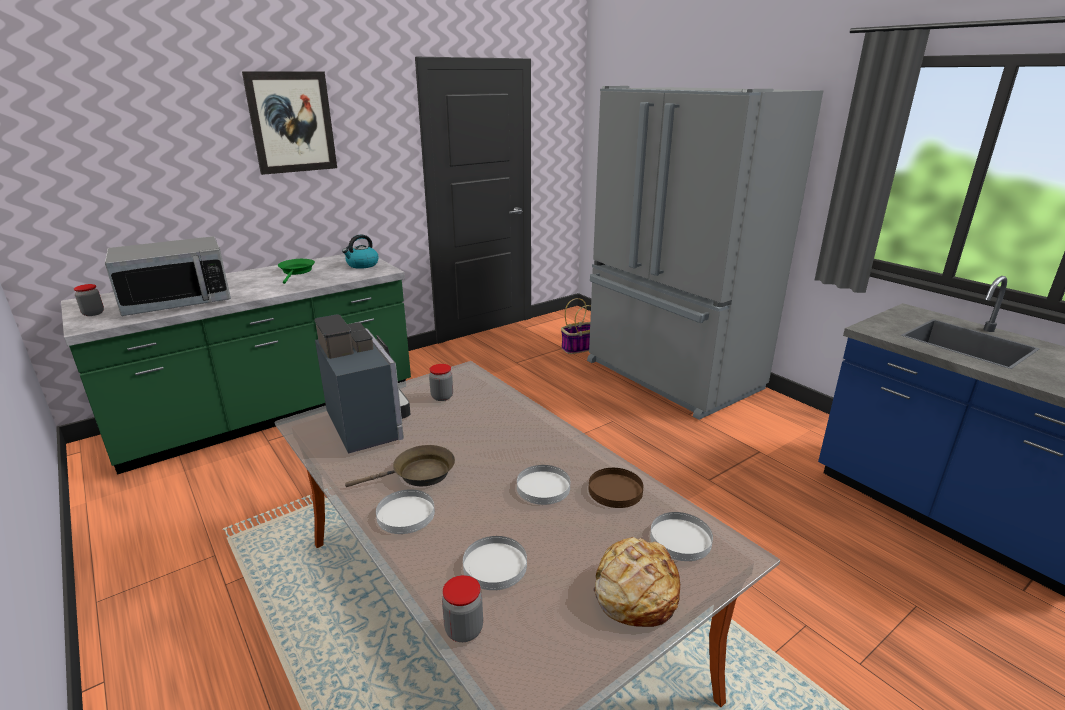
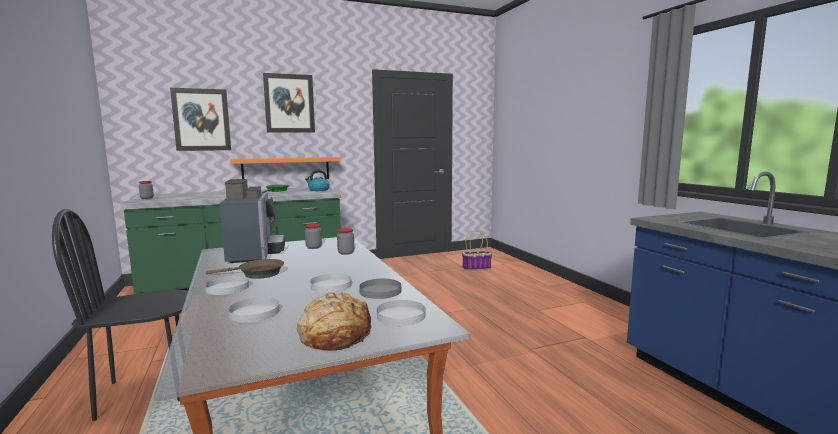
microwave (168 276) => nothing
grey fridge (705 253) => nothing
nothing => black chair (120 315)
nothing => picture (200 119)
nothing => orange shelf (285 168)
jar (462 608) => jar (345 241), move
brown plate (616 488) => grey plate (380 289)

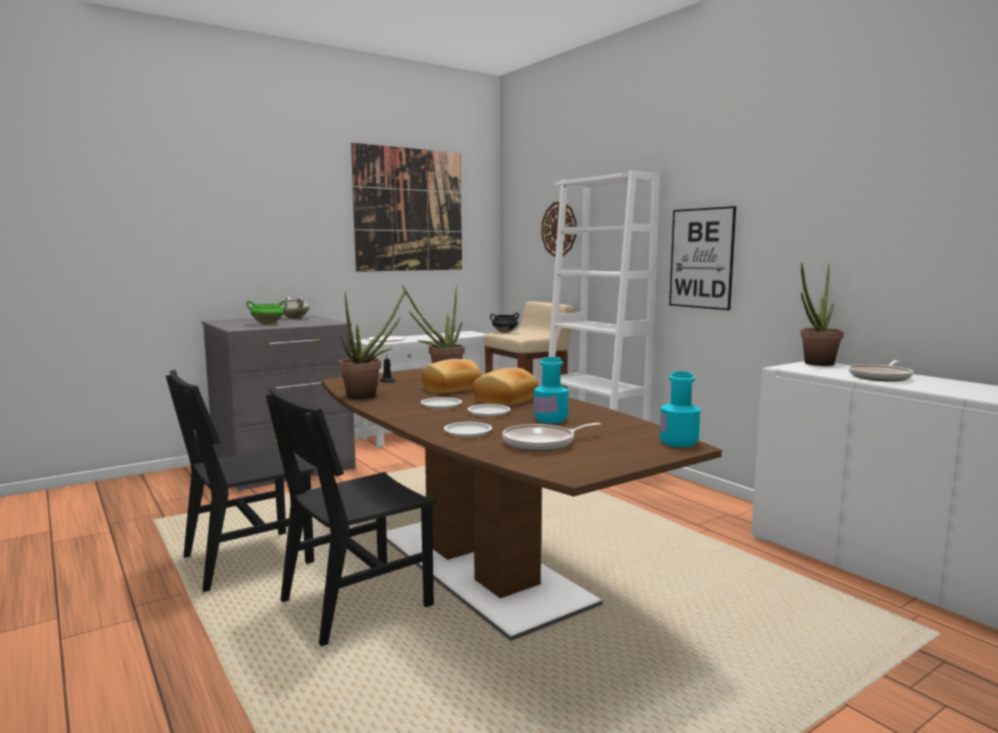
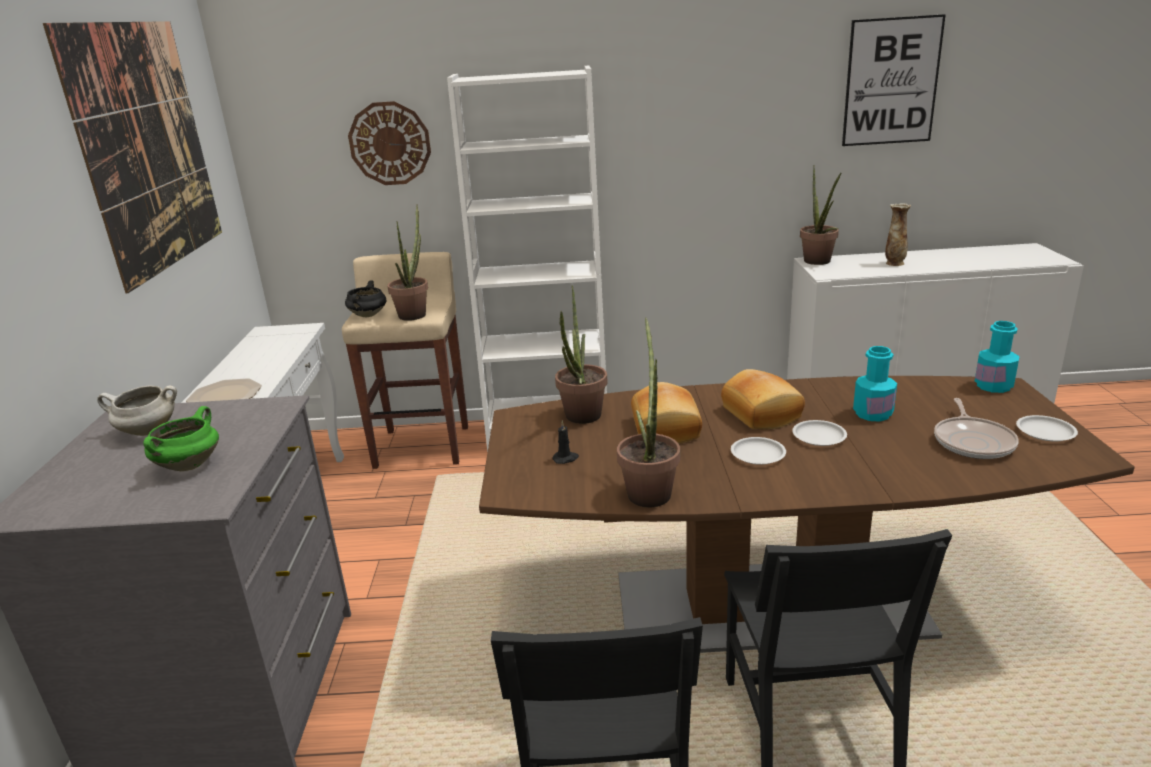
nothing => potted plant (407 263)
white plate (468 429) => white plate (1047 428), move
picture (702 258) => picture (894 80), move
frying pan (881 371) => vase (898 234)

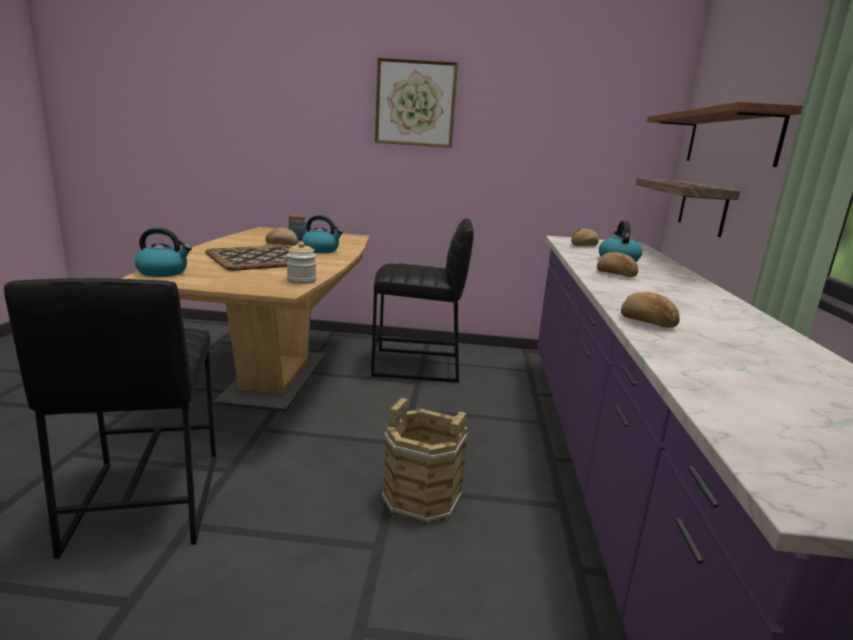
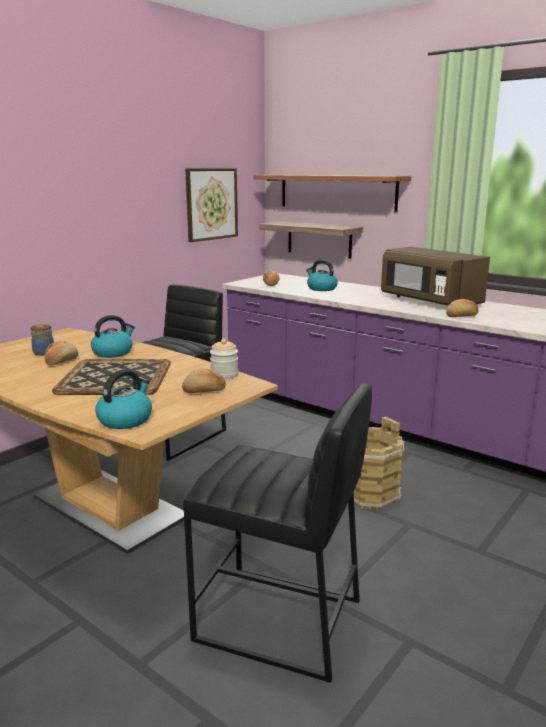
nothing => brown microwave (435 276)
picture (416 103) => picture (211 205), move
bread (617 264) => bread (204 381), move

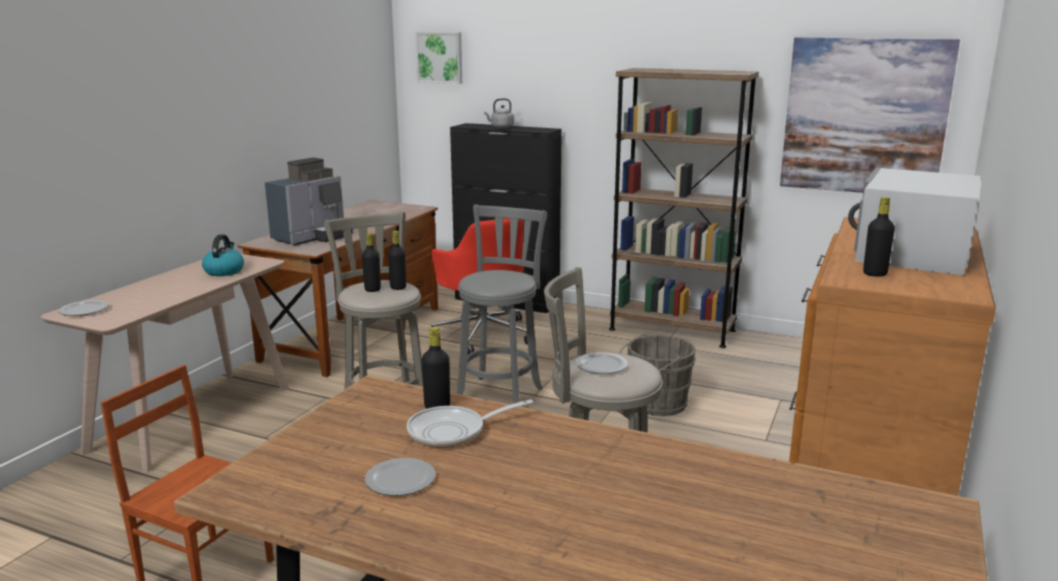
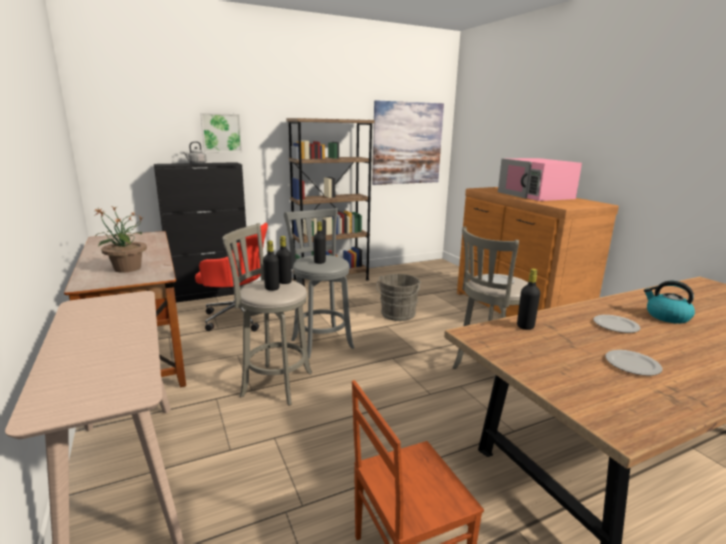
frying pan (470 423) => nothing
plate (84 308) => plate (617 324), move
kettle (223 255) => kettle (669 302), move
picture (439 58) => picture (221 132), move
black bottle (879 236) => black bottle (319 243), move
coffee machine (309 201) => potted plant (121 239)
white microwave (915 221) => pink microwave (540 179)

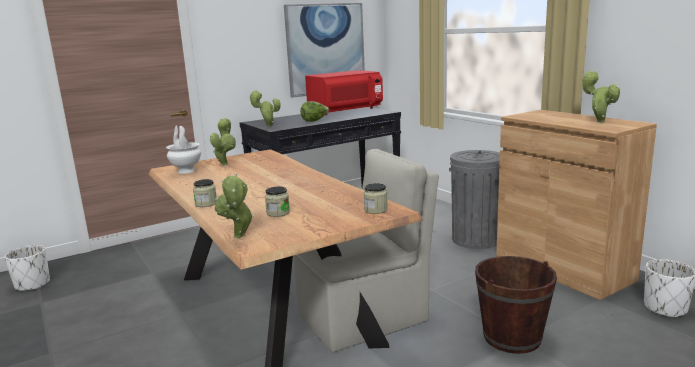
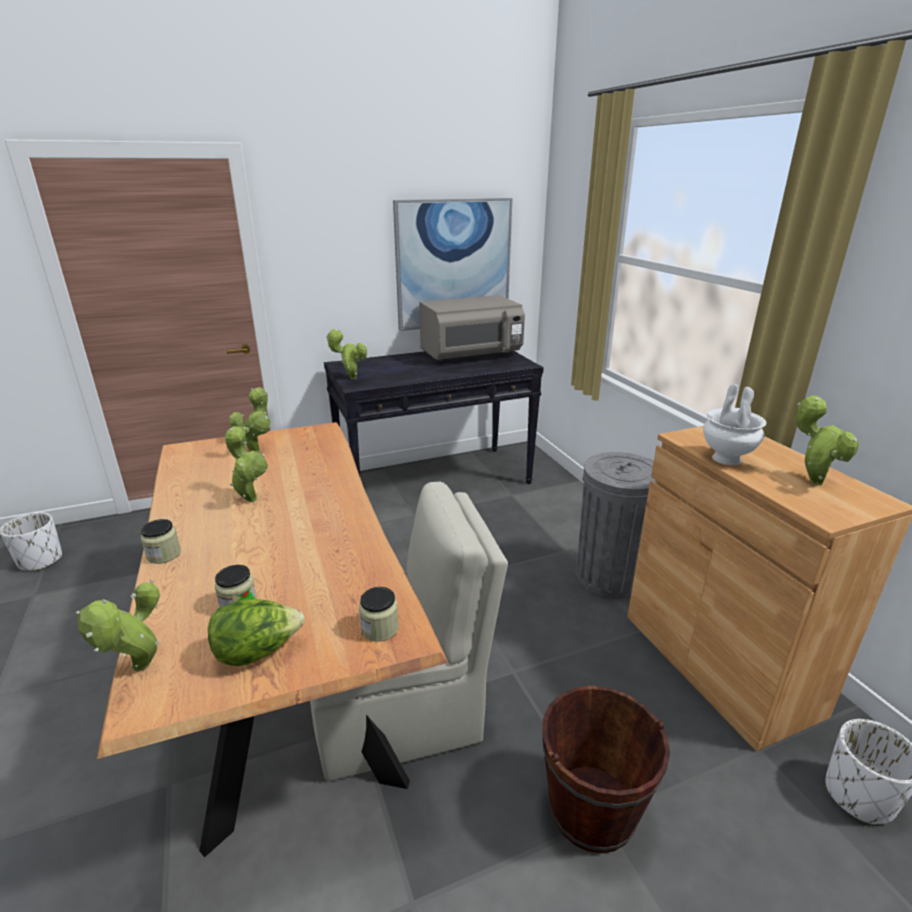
nothing => potted plant (246 464)
white vase (183 149) => white vase (735 424), move
lettuce (314 111) => lettuce (256 632), move
red microwave (344 92) => grey microwave (472 328)

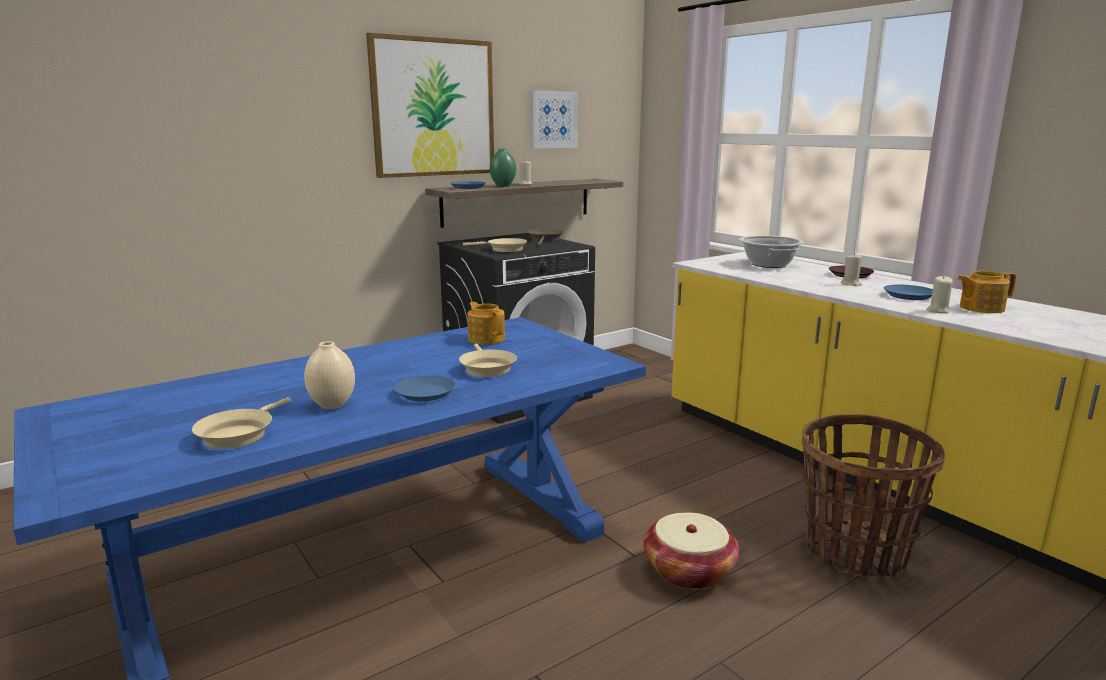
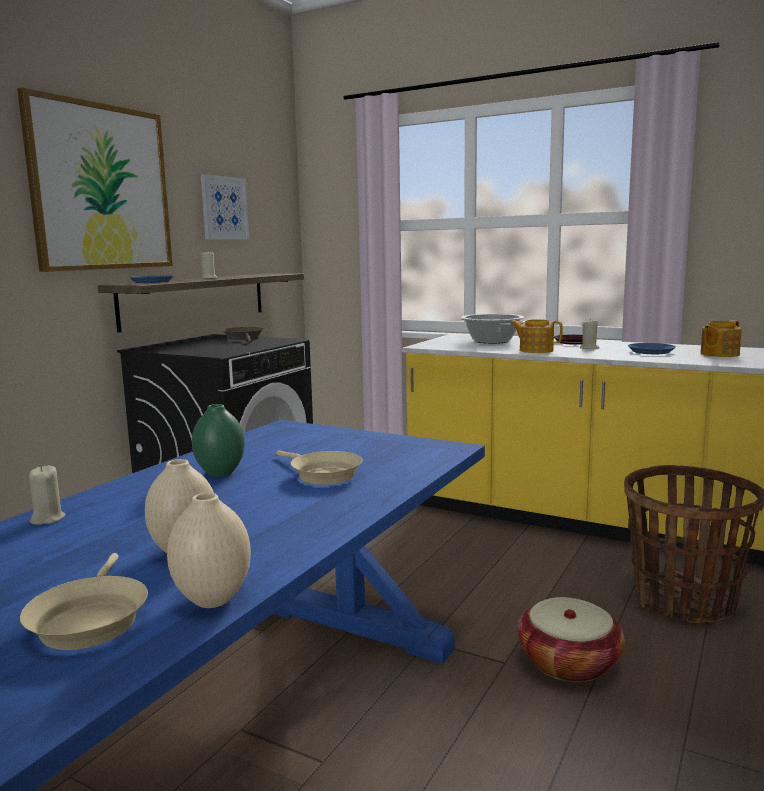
blue plate (425 388) => nothing
beige frying pan (495 245) => nothing
nothing => beige vase (209 550)
teapot (486 323) => teapot (536 336), move
green vase (503 167) => green vase (218 440), move
beige candle (940 294) => beige candle (47 495), move

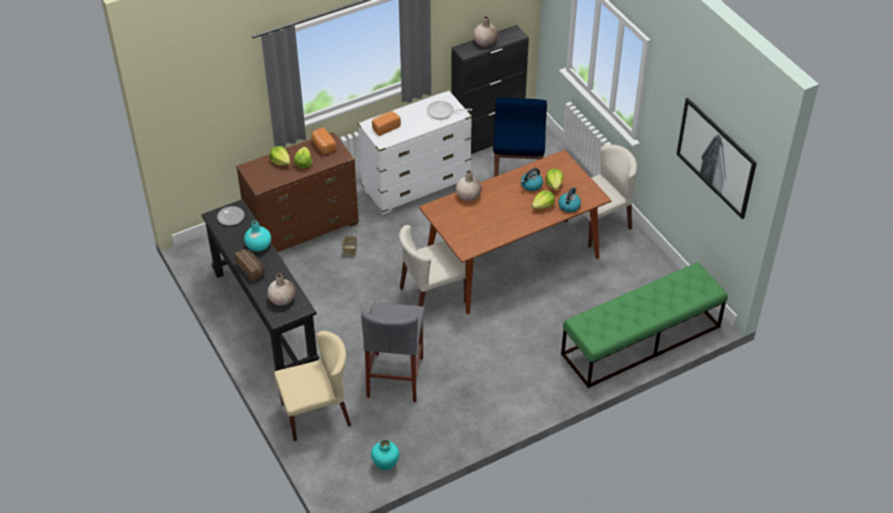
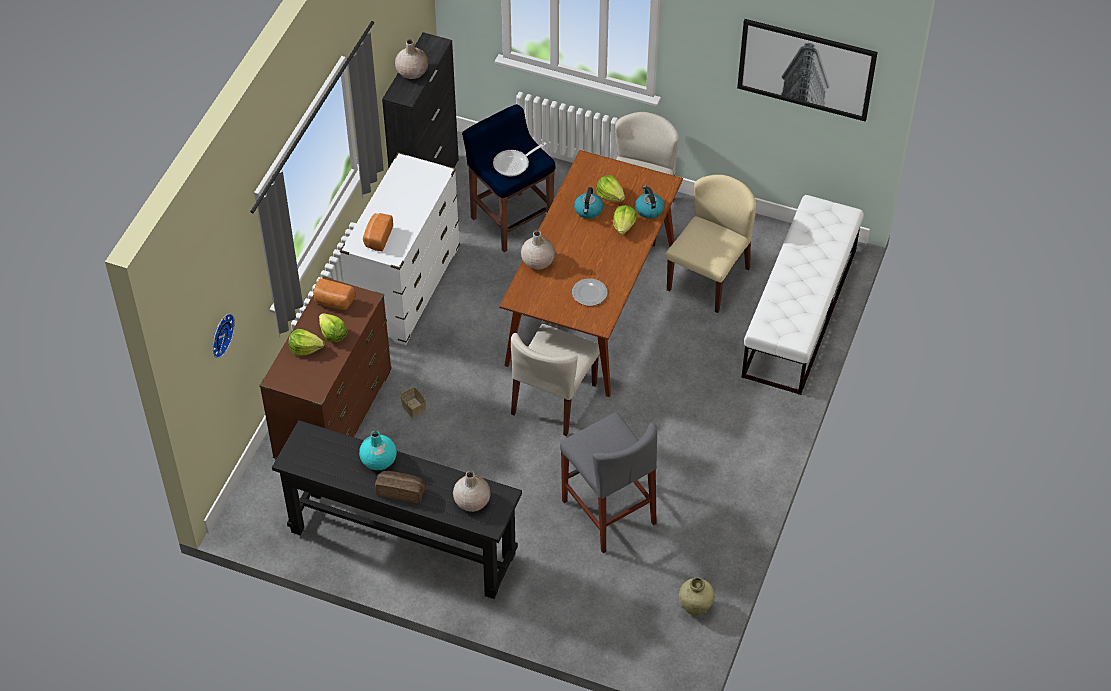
nothing => wall clock (224 335)
plate (230 216) => plate (589 292), move
beige chair (312 386) => beige chair (710 243), move
frying pan (449 110) => frying pan (520 159), move
turquoise vase (385 455) => beige vase (697 597)
green bench (644 325) => white bench (802 295)

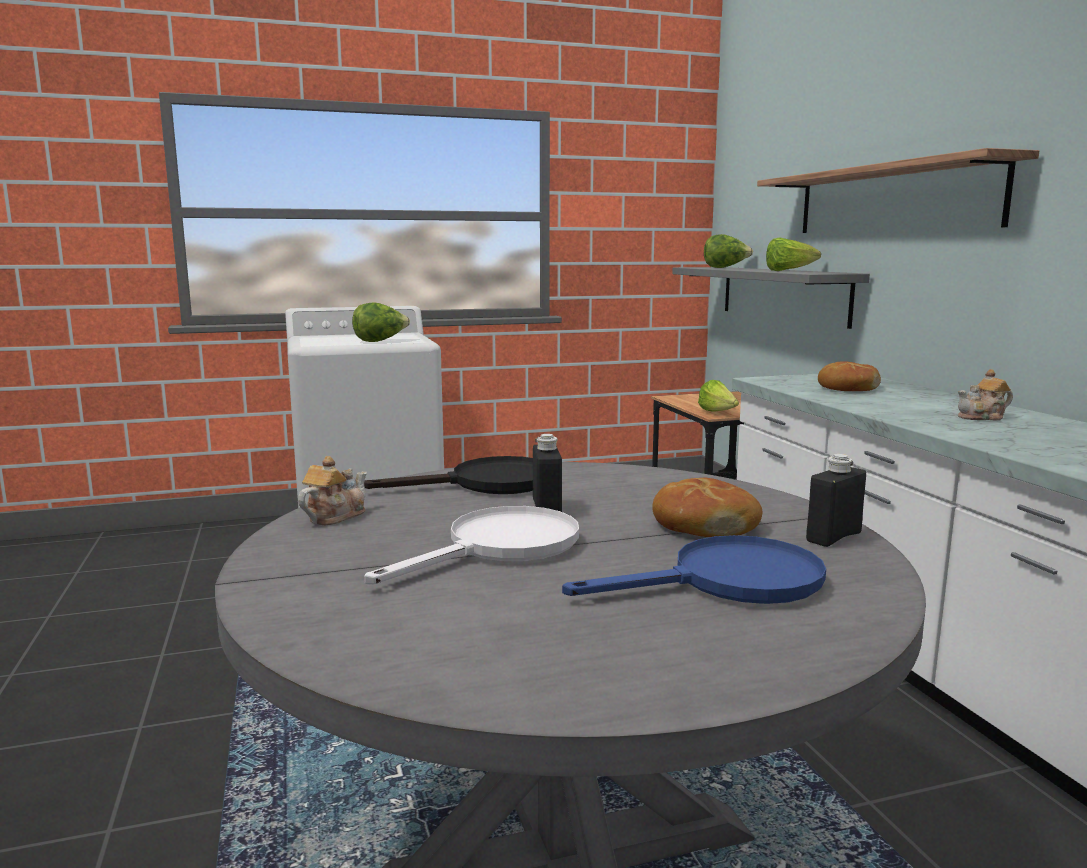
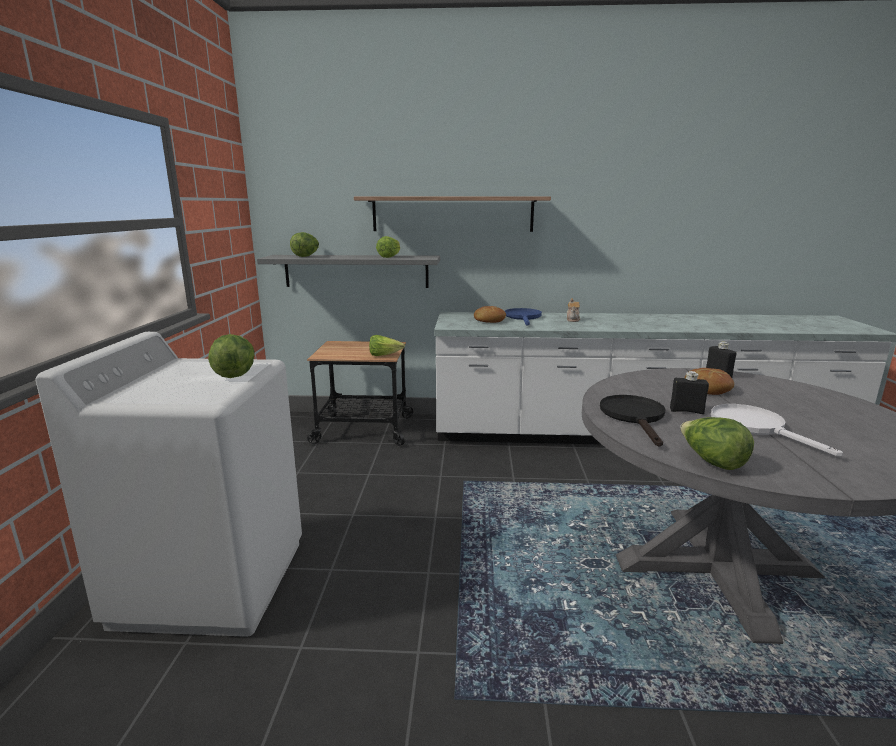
blue frying pan (694 569) => blue frying pan (523 317), move
teapot (332 490) => lettuce (717 443)

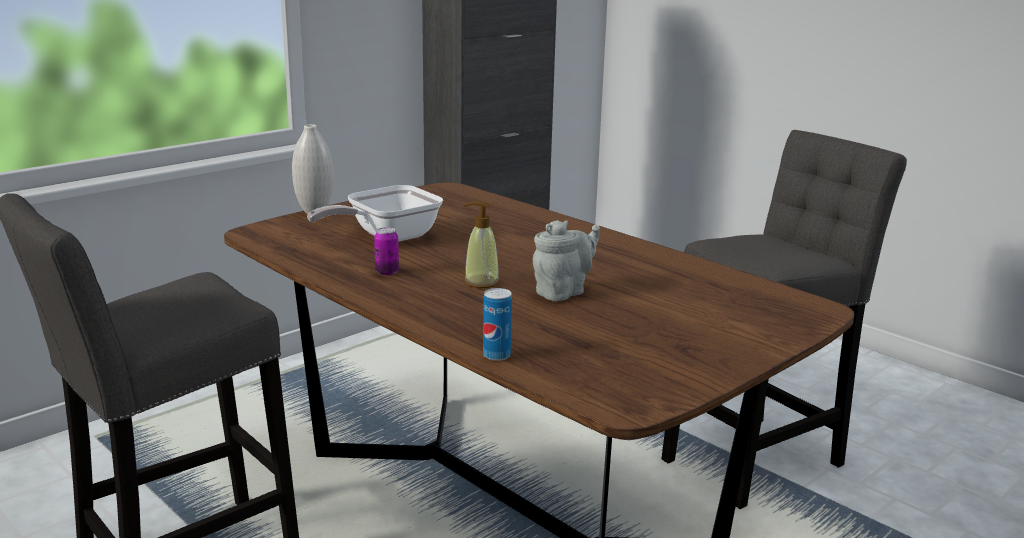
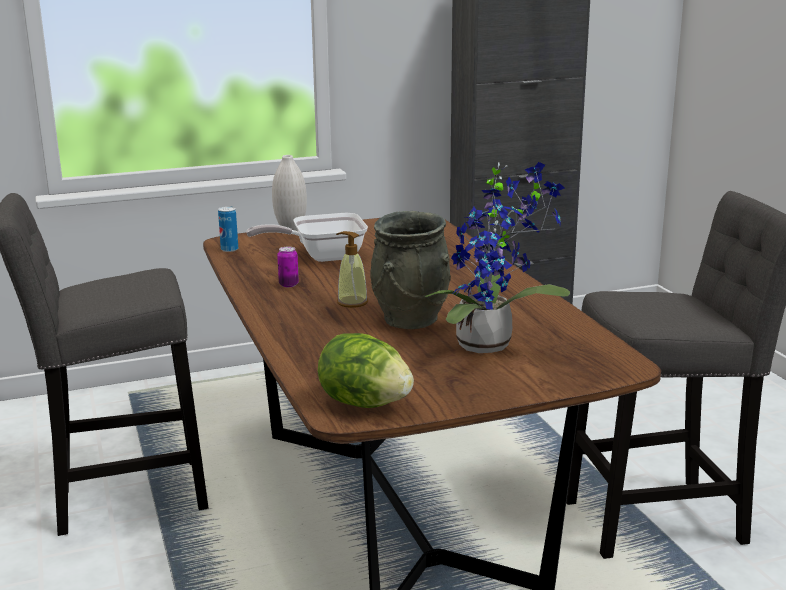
nothing => lettuce (366 370)
nothing => potted plant (497 257)
can (497 324) => can (228 229), move
grey teapot (566 260) => grey vase (410 270)

